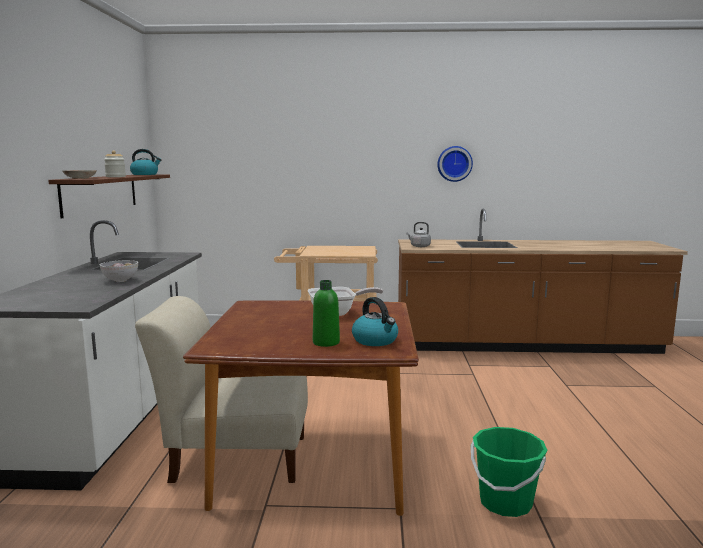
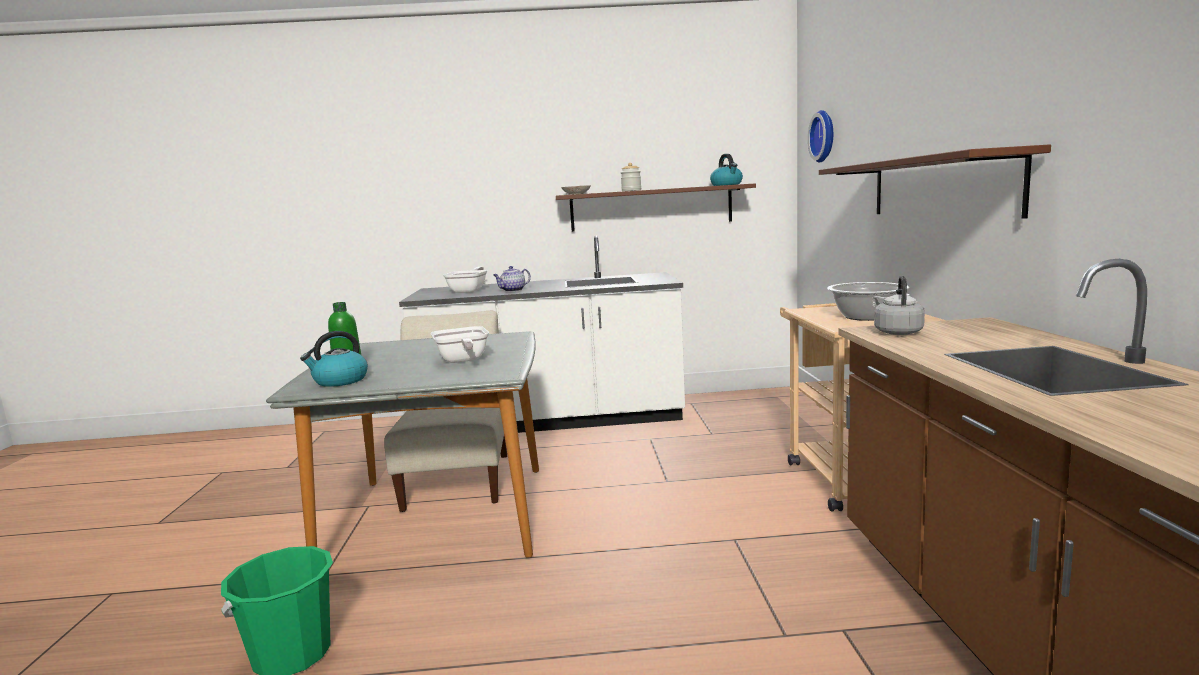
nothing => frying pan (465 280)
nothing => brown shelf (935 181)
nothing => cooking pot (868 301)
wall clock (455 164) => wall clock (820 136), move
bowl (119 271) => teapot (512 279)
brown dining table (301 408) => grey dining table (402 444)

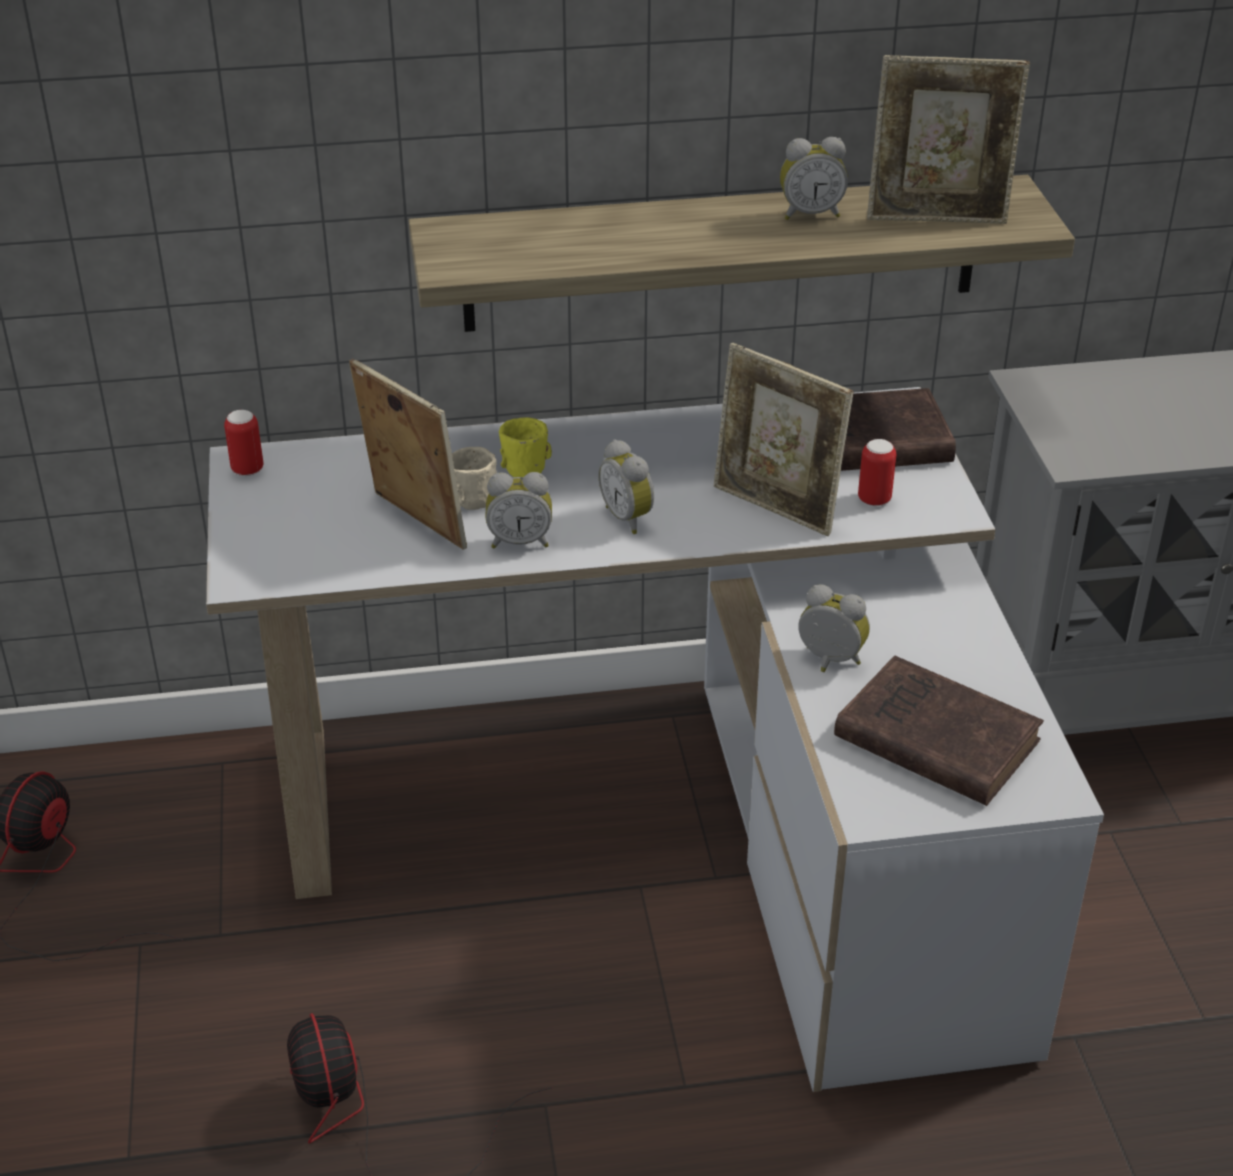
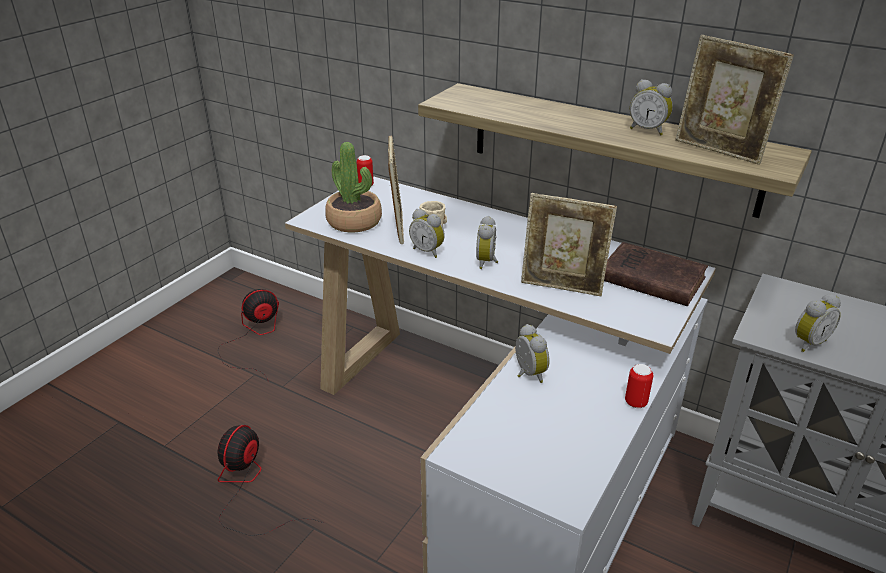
yellow mug (525 447) => nothing
brown book (939 731) => nothing
nothing => potted plant (353 187)
nothing => alarm clock (818 323)
can (877 472) => can (639 386), move
picture frame (783 439) => picture frame (569 244), 60 degrees counterclockwise

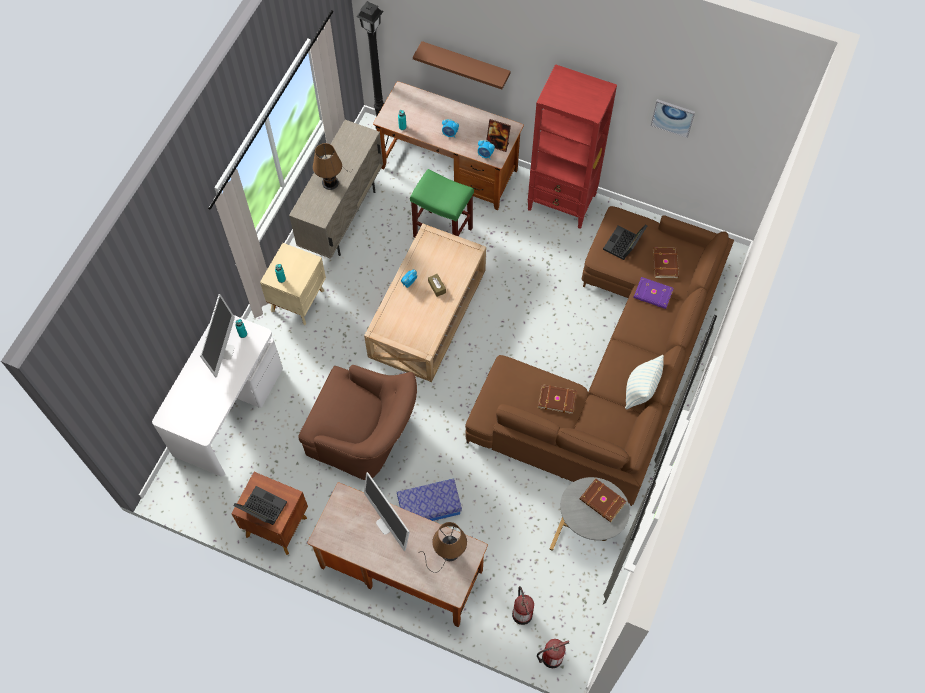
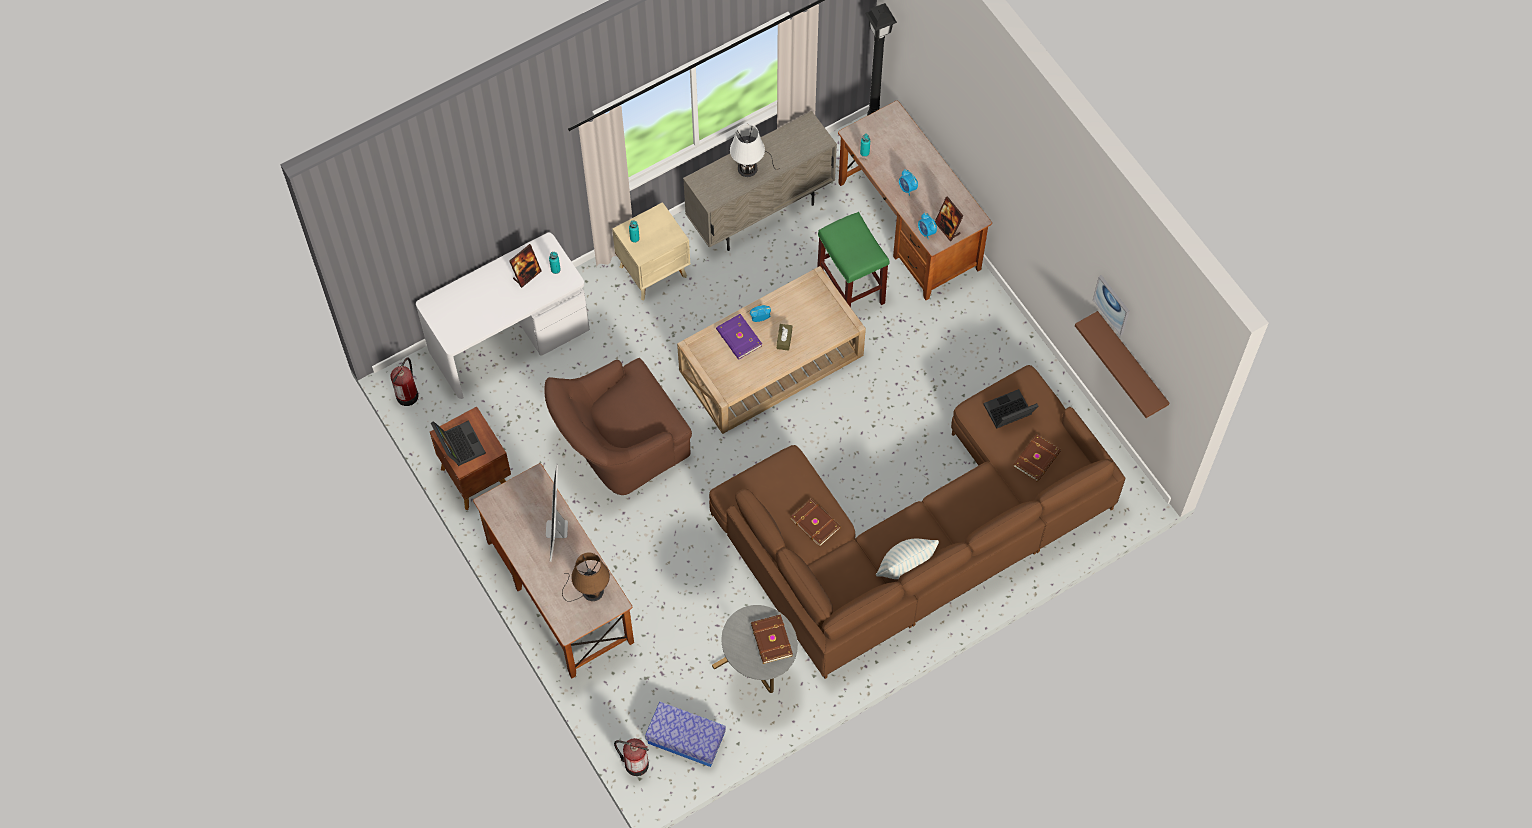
red bookcase (572 146) => nothing
storage box (429 500) => storage box (685 734), move
brown shelf (462 65) => brown shelf (1122 364), move
fire extinguisher (523 605) => fire extinguisher (404 381), move
purple book (653 293) => purple book (739 337), move
monitor (217 335) => picture frame (525 266)
brown table lamp (333 166) => white table lamp (755 150)
brown armchair (357 422) => brown armchair (618 426), 90 degrees clockwise

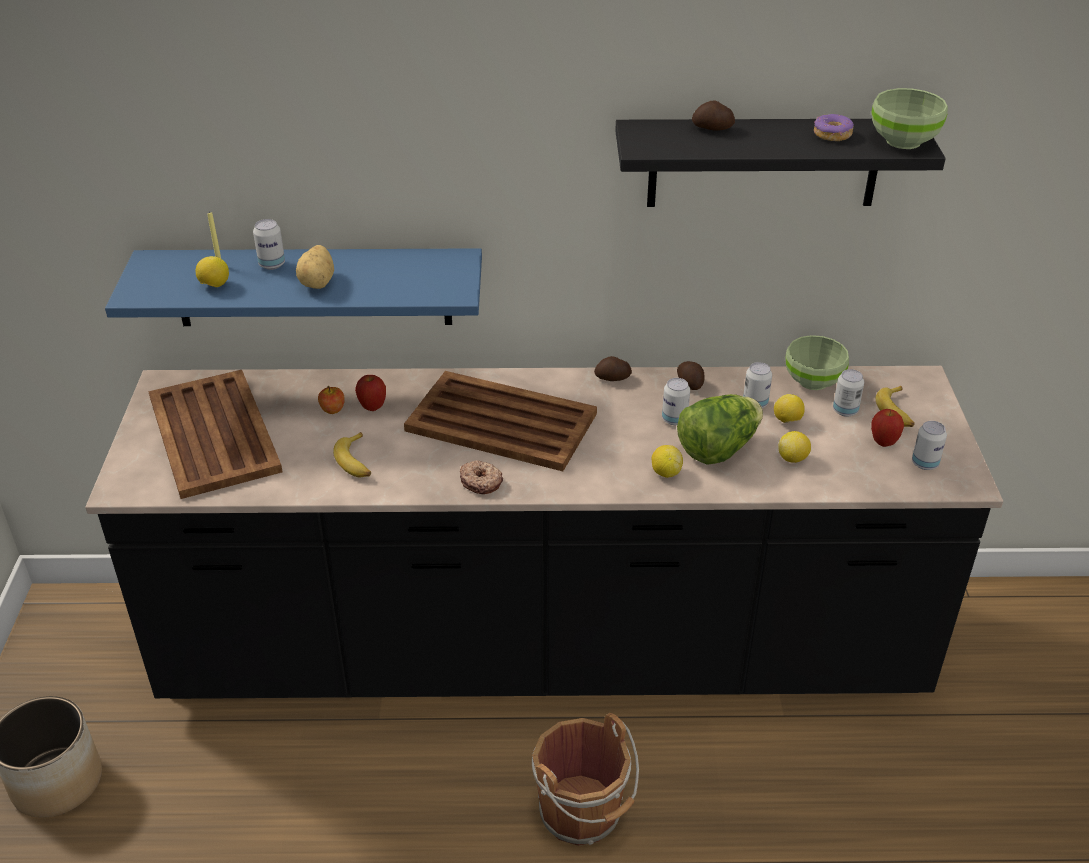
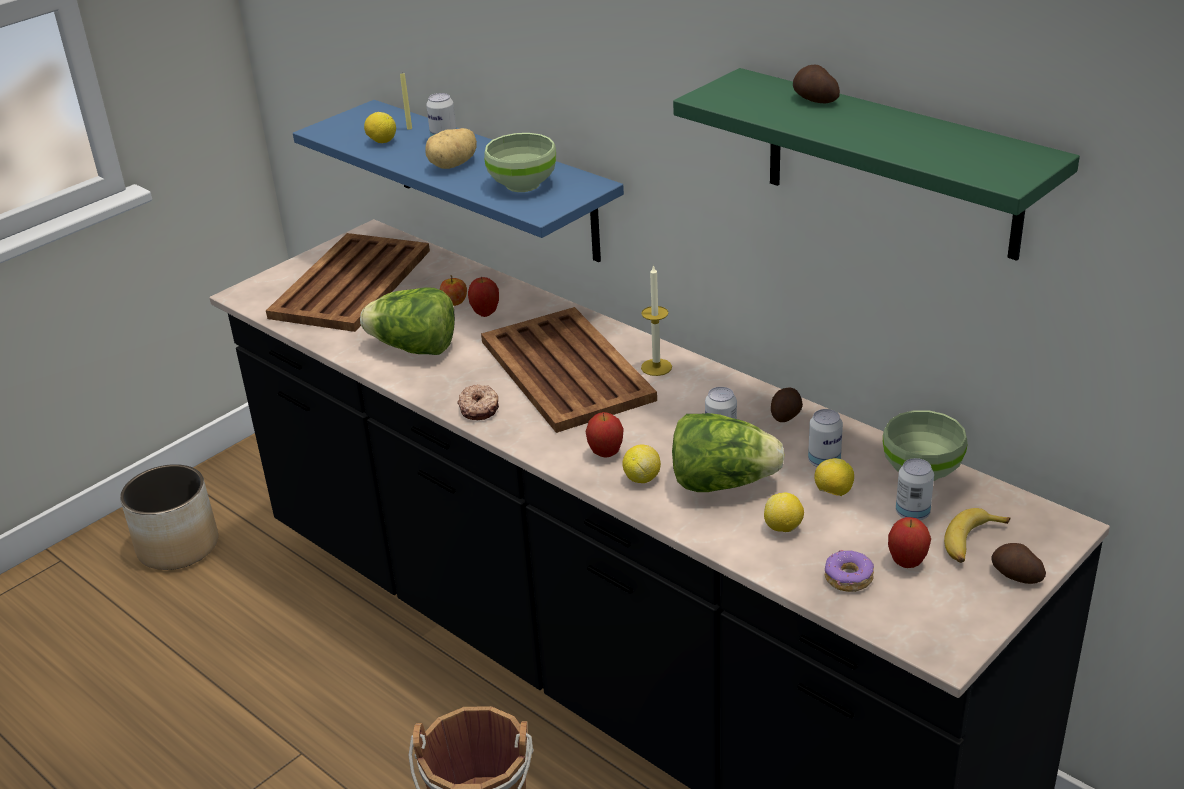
can (929 445) => nothing
nothing => apple (604 435)
nothing => candle (656 320)
potato (613 368) => potato (1018 563), move
donut (834 127) => donut (849 571), move
green bowl (909 118) => green bowl (520 162), move
banana (352 454) => lettuce (407 321)
black shelf (780 163) => green shelf (876 164)

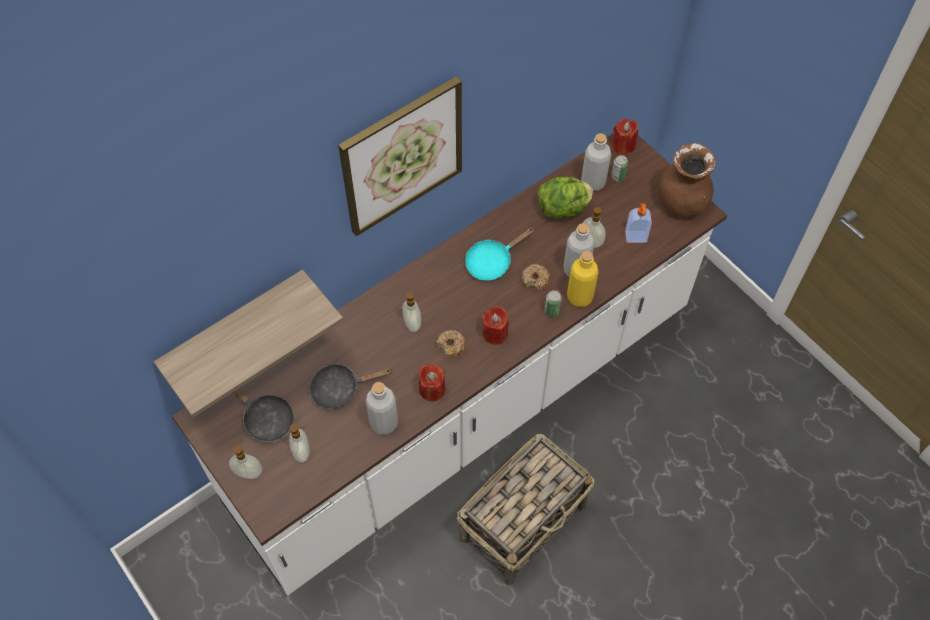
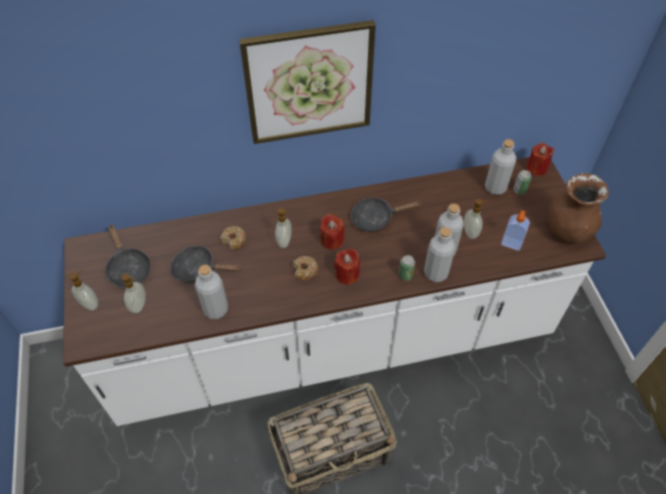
shelf (248 344) => nothing
lettuce (565 197) => nothing
red candle (431 382) => red candle (332 232), move
donut (535 277) => donut (233 238), move
turquoise frying pan (500 254) => black frying pan (387 215)
yellow bottle (582 279) => grey bottle (440 254)

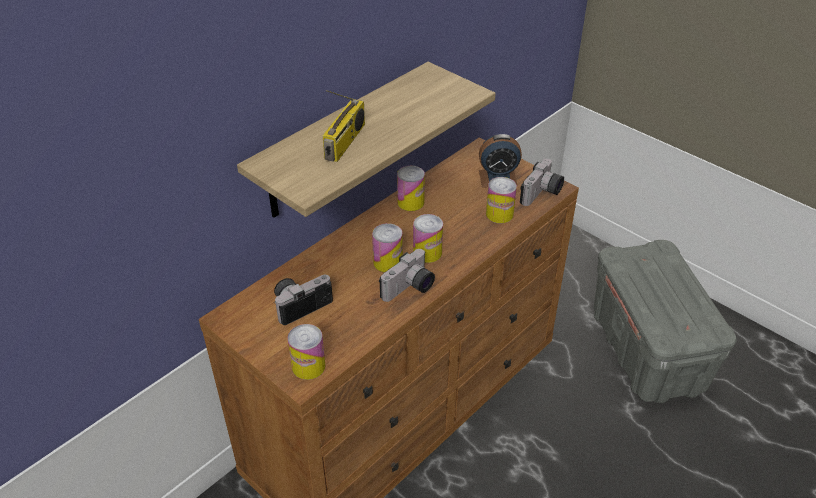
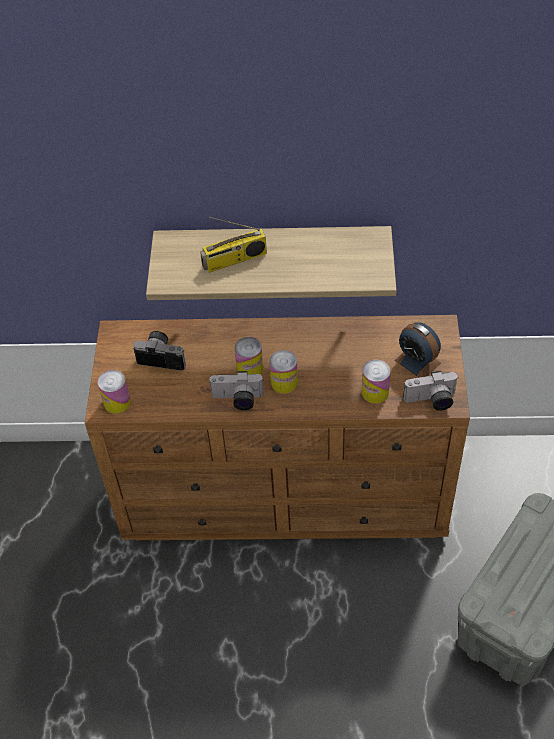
can (411 188) => nothing

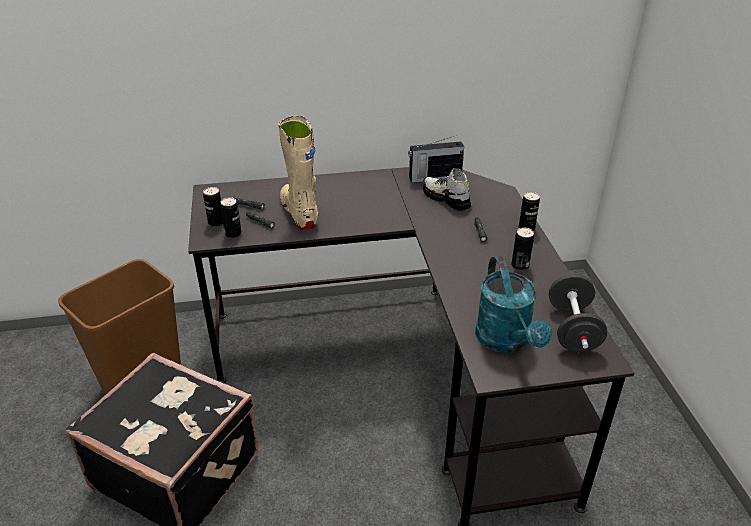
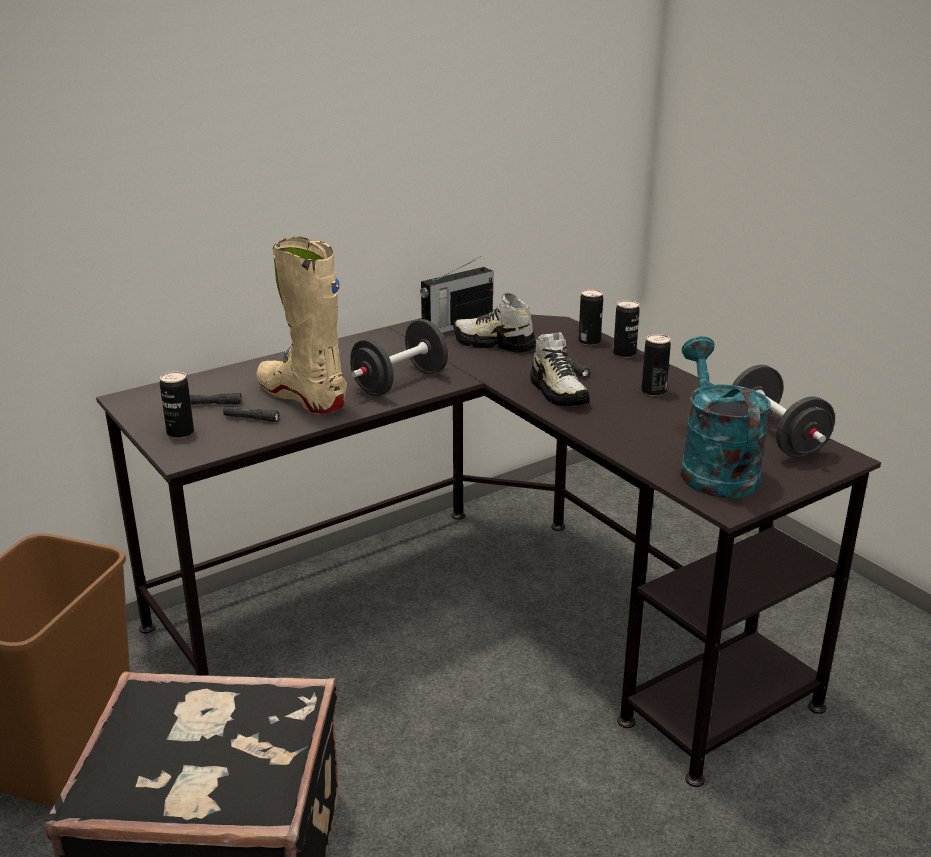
nothing => black dumbbell (399 357)
nothing => shoe (560 369)
can (231 217) => can (590 317), move
turquoise watering can (513 304) => turquoise watering can (725 417), 150 degrees counterclockwise

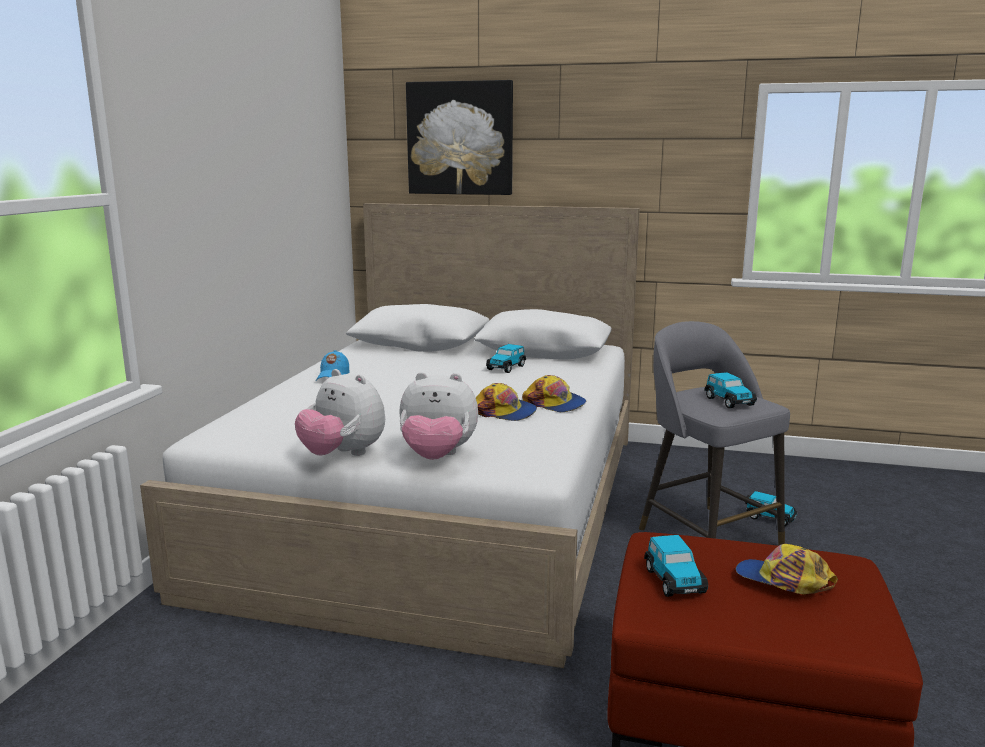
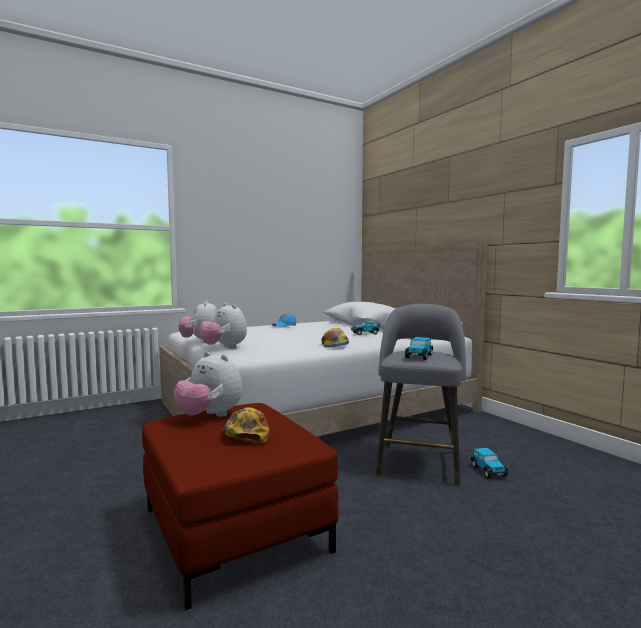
picture (459 137) => nothing
cap (506 402) => nothing
toy car (676 566) => plush toy (208 384)

